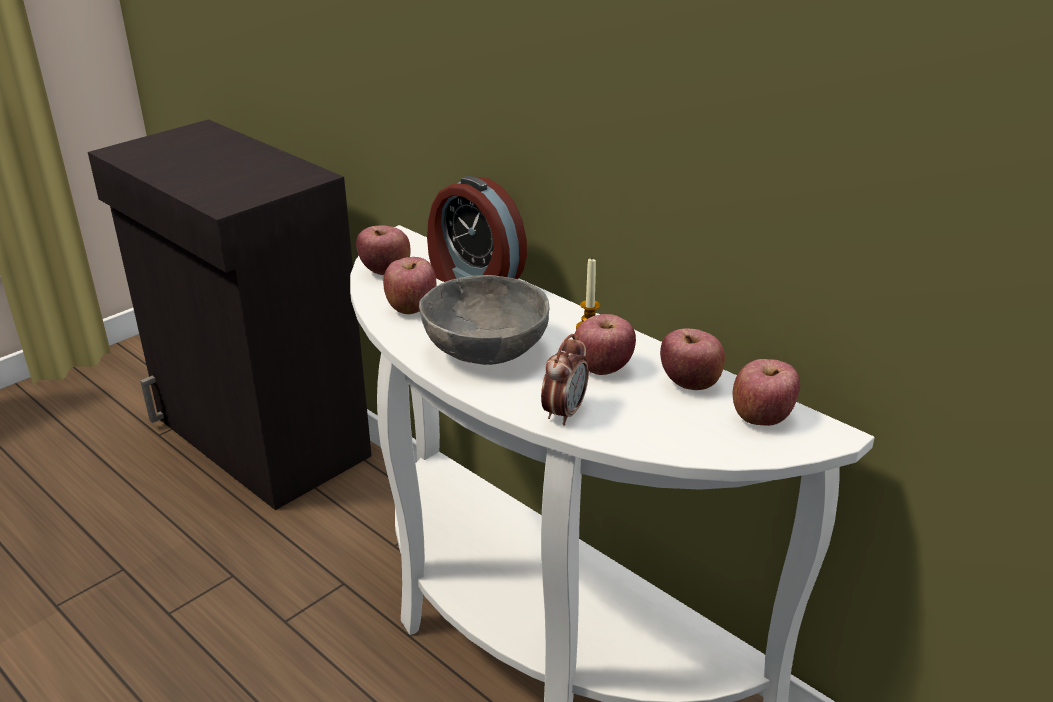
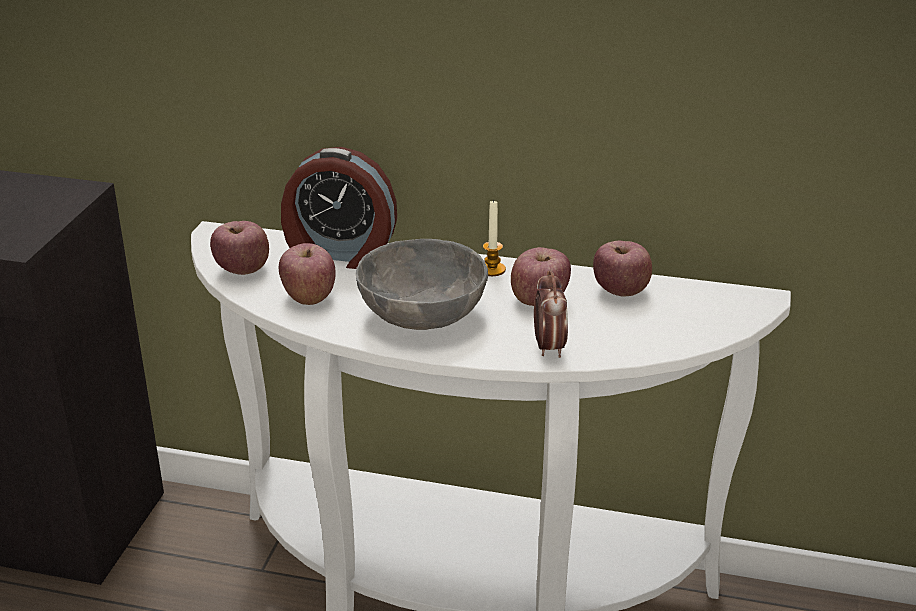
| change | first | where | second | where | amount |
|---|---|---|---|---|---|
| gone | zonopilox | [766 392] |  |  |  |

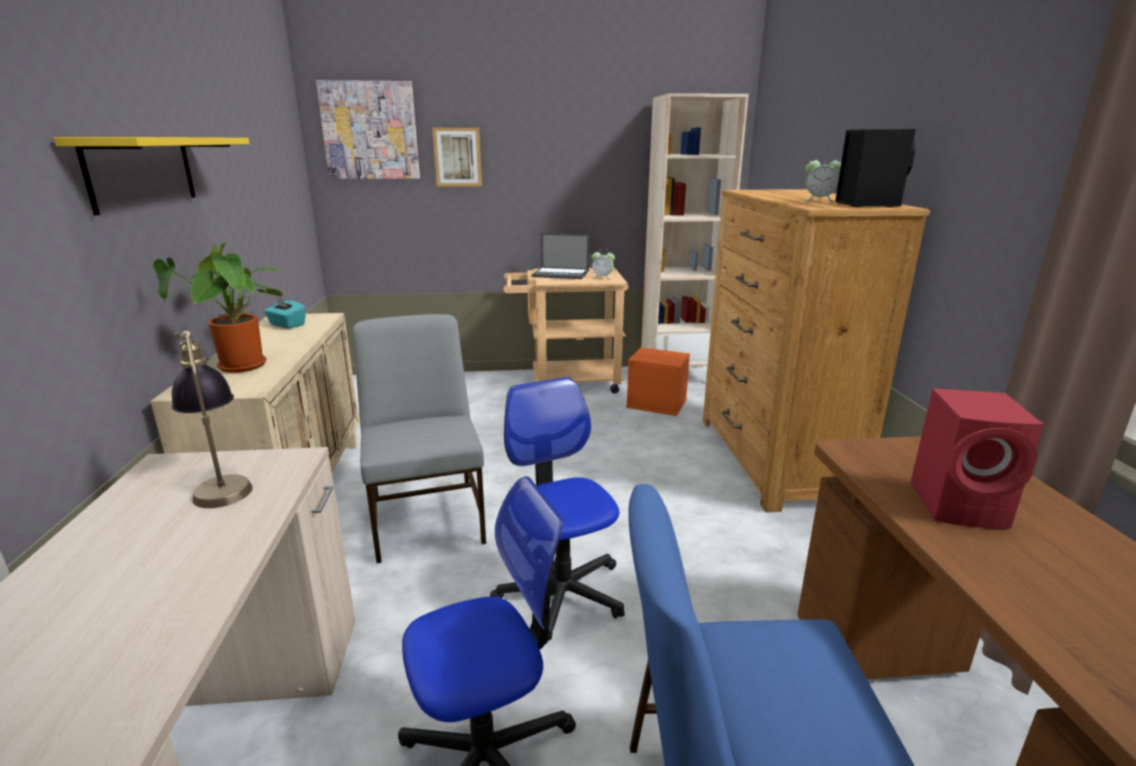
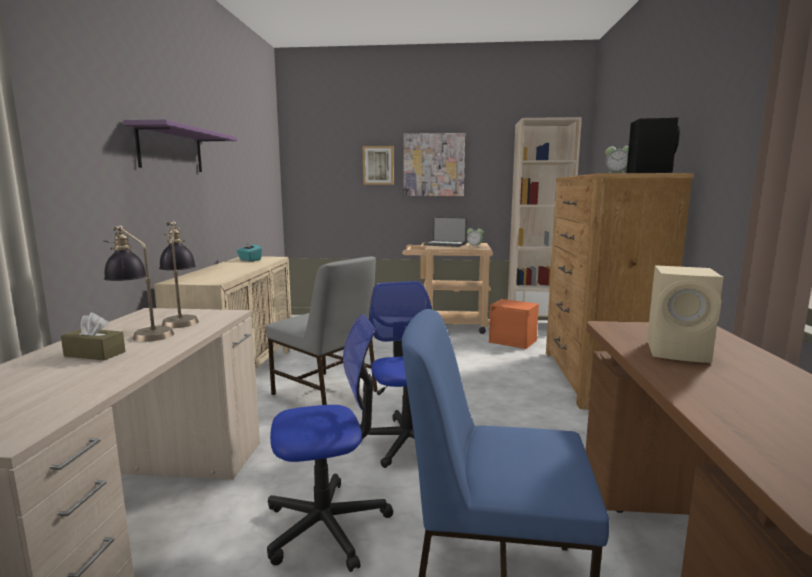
| change | first | where | second | where | amount |
|---|---|---|---|---|---|
| repainted | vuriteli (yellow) | [152 176] | vuriteli (purple) | [180 146] |  |
| gone | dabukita | [218 308] |  |  |  |
| shifted | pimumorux | [368 129] |  | [434 164] |  |
| rotated | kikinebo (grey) | [419 438] |  | [321 331] | 135 degrees clockwise |
| repainted | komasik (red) | [977 458] | komasik (beige) | [685 314] |  |
| new |  |  | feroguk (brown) | [93 336] |  |
| new |  |  | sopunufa | [139 283] |  |

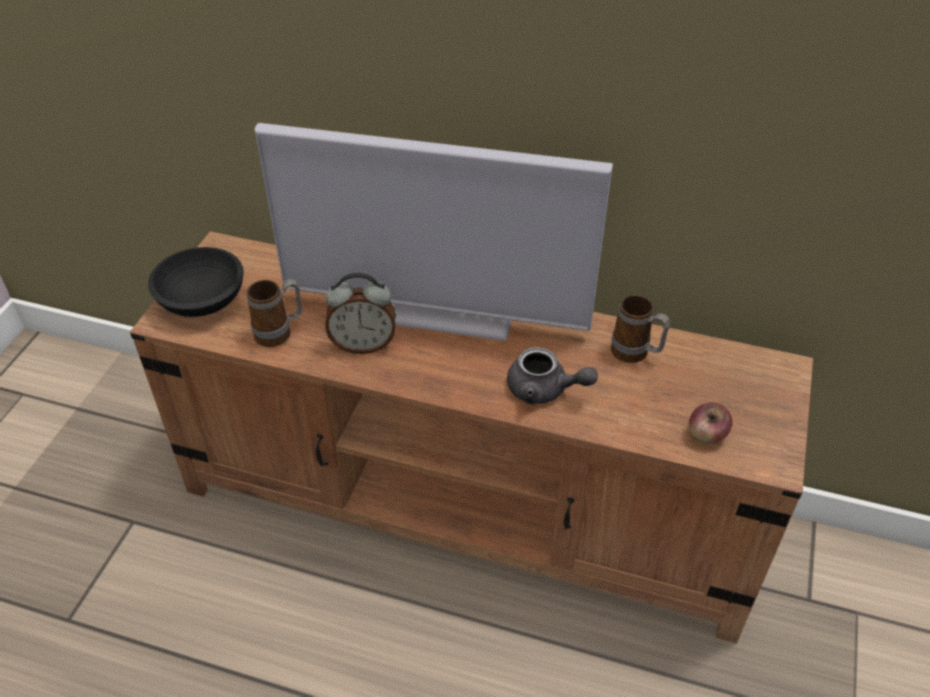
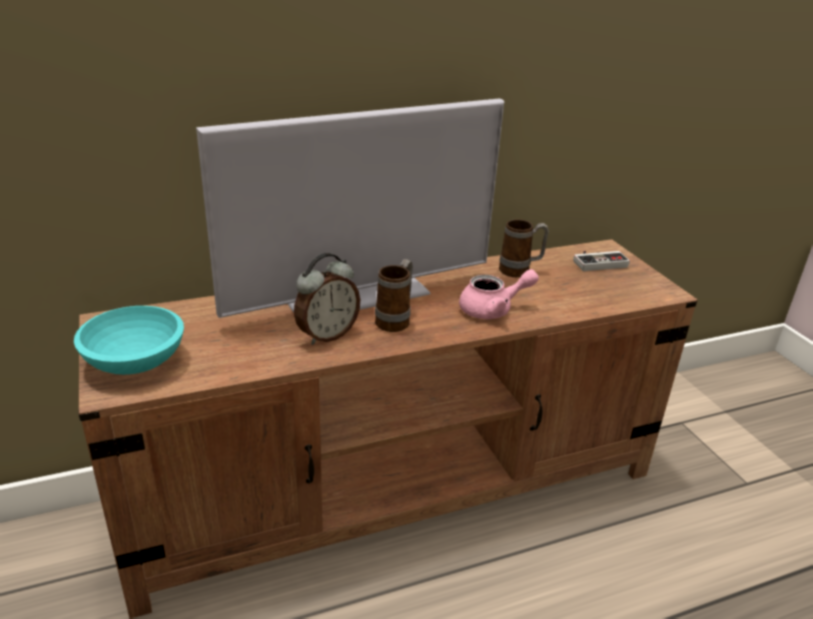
| change | first | where | second | where | amount |
|---|---|---|---|---|---|
| repainted | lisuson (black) | [196 282] | lisuson (turquoise) | [129 340] |  |
| shifted | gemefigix | [274 313] |  | [394 295] |  |
| repainted | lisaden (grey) | [552 375] | lisaden (pink) | [499 294] |  |
| gone | zonopilox | [711 423] |  |  |  |
| new |  |  | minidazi | [601 261] |  |

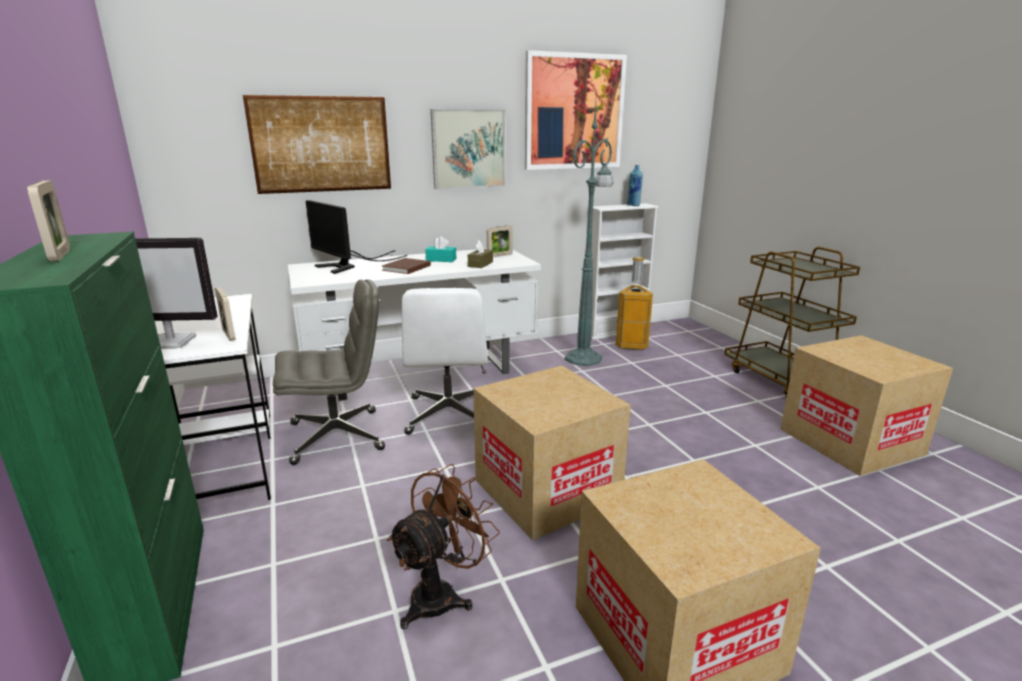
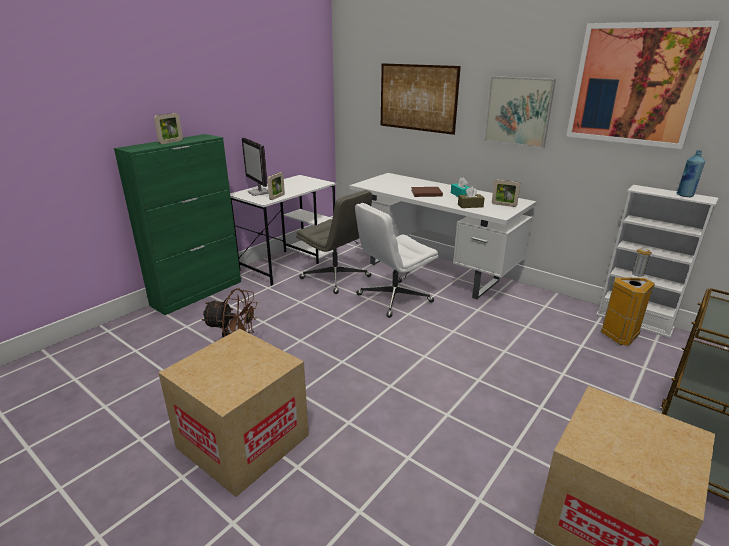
| change | first | where | second | where | amount |
|---|---|---|---|---|---|
| gone | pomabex | [357 237] |  |  |  |
| gone | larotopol | [552 453] |  |  |  |
| gone | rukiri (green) | [589 235] |  |  |  |

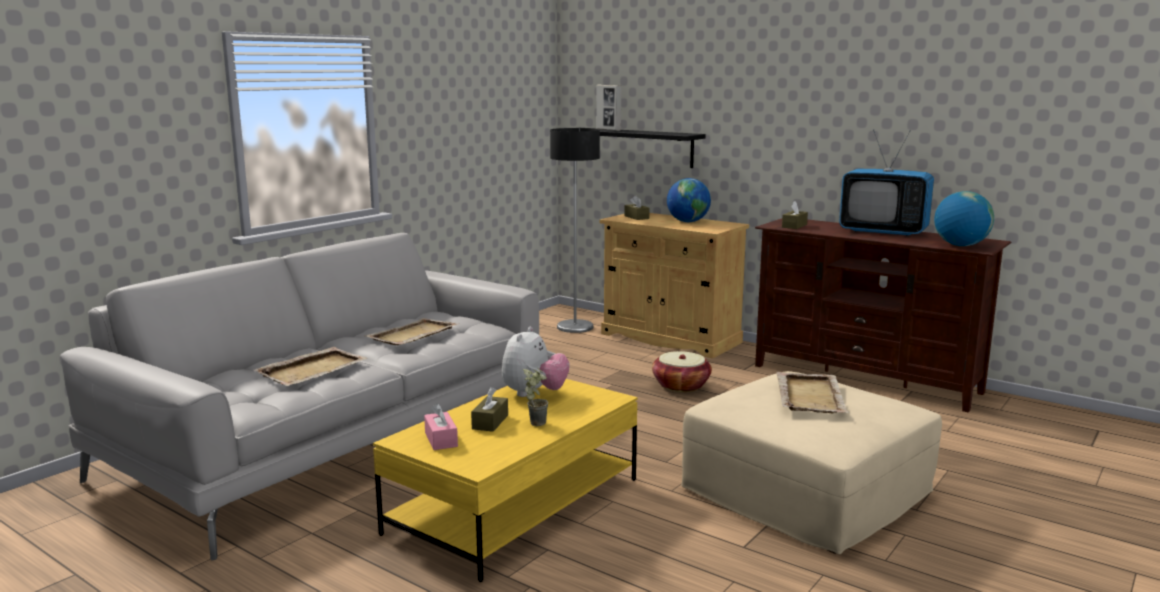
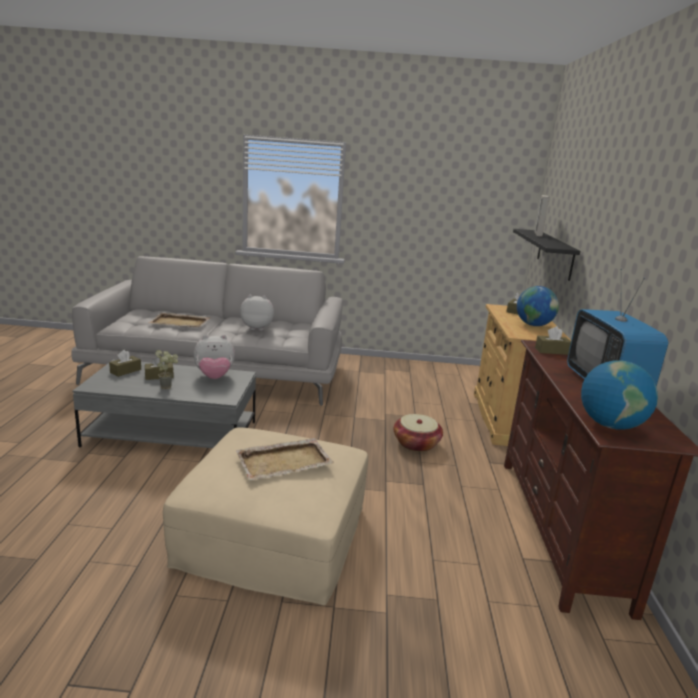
| change | first | where | second | where | amount |
|---|---|---|---|---|---|
| swapped | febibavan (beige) | [411 331] | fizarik | [257 313] |  |
| repainted | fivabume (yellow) | [505 480] | fivabume (grey) | [164 403] |  |
| repainted | feroguk (pink) | [441 426] | feroguk (brown) | [125 363] |  |
| gone | rukiri | [575 230] |  |  |  |

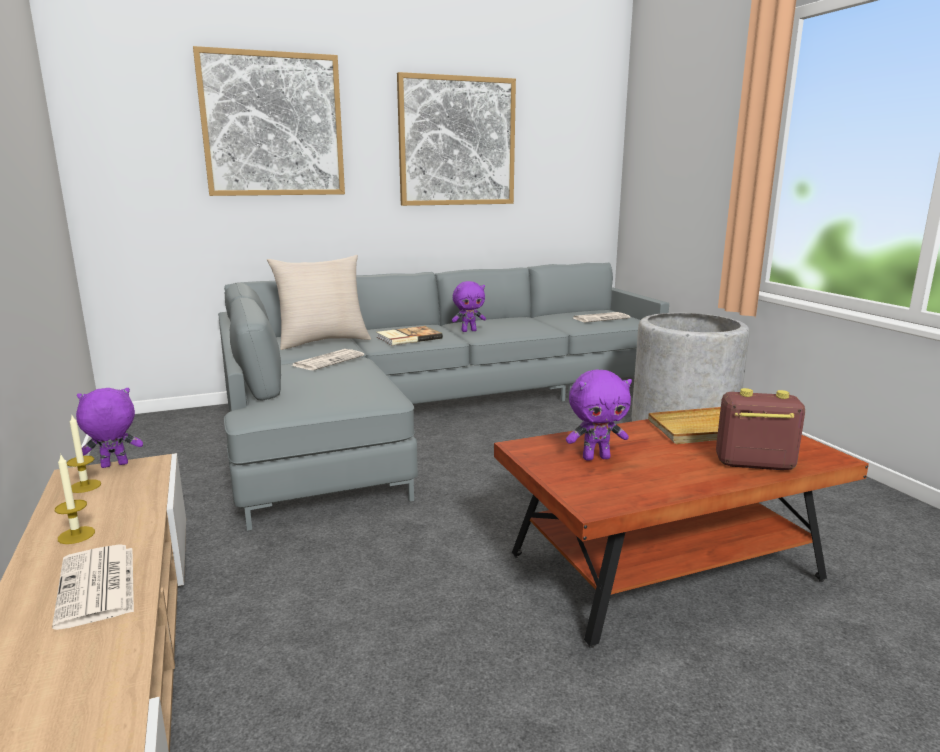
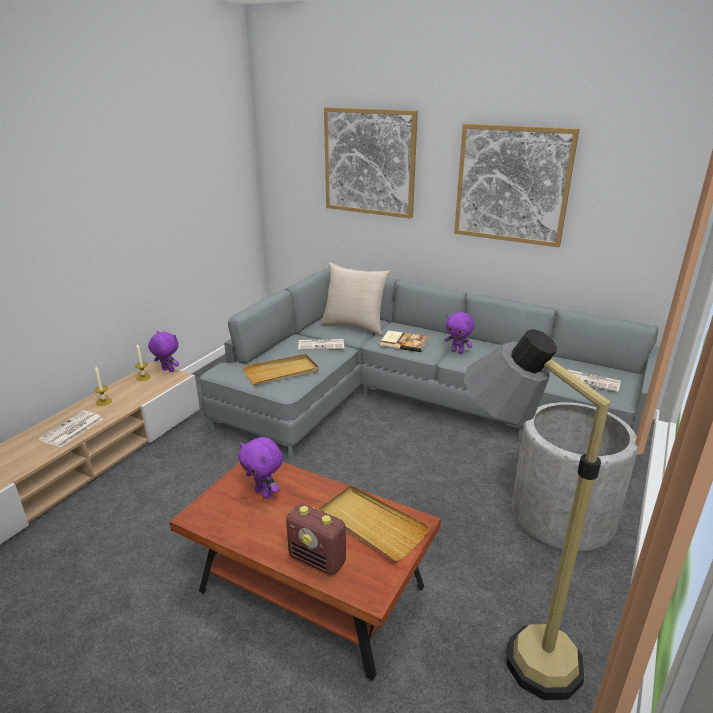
| change | first | where | second | where | amount |
|---|---|---|---|---|---|
| rotated | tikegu | [760 429] |  | [316 539] | 150 degrees clockwise |
| new |  |  | febibavan (beige) | [281 369] |  |
| new |  |  | rukiri | [536 514] |  |

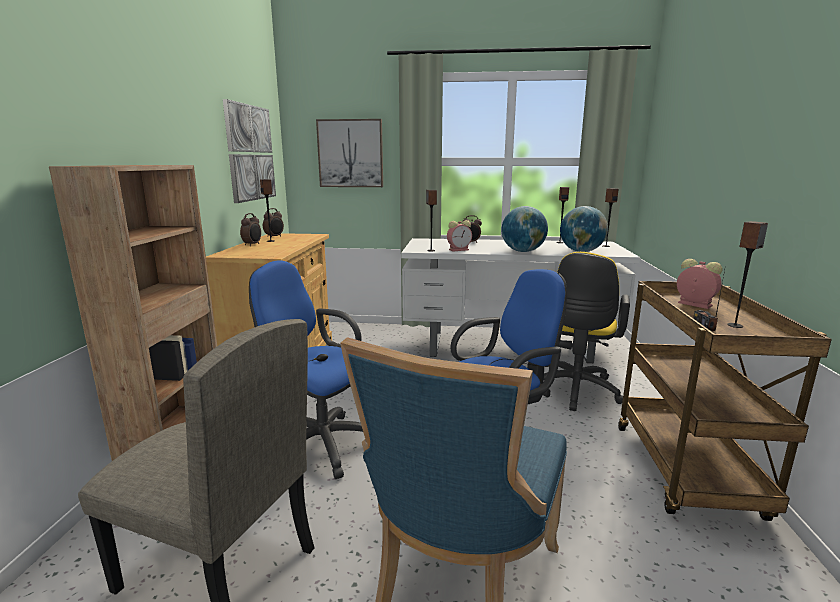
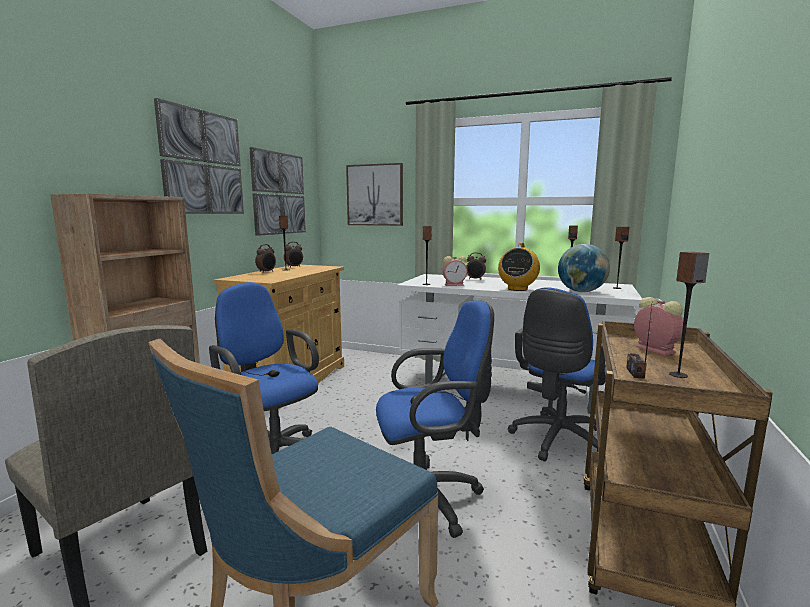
| change | first | where | second | where | amount |
|---|---|---|---|---|---|
| swapped | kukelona | [524 229] | tikegu | [519 267] |  |
| repainted | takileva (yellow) | [587 331] | takileva (blue) | [557 374] |  |
| new |  |  | pimumorux | [199 156] |  |

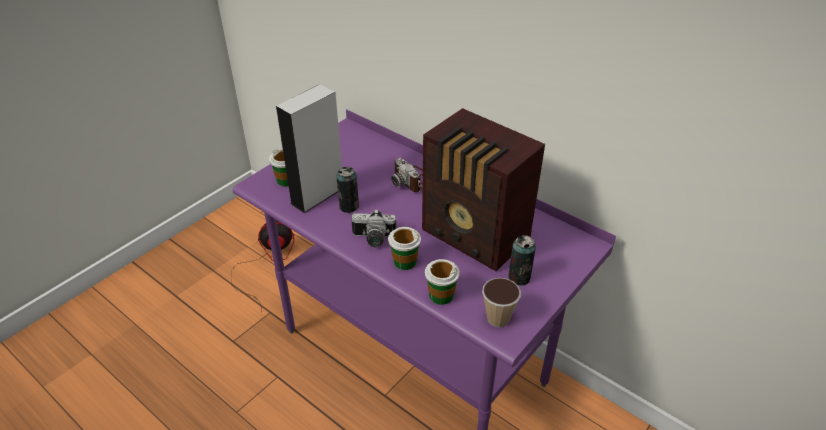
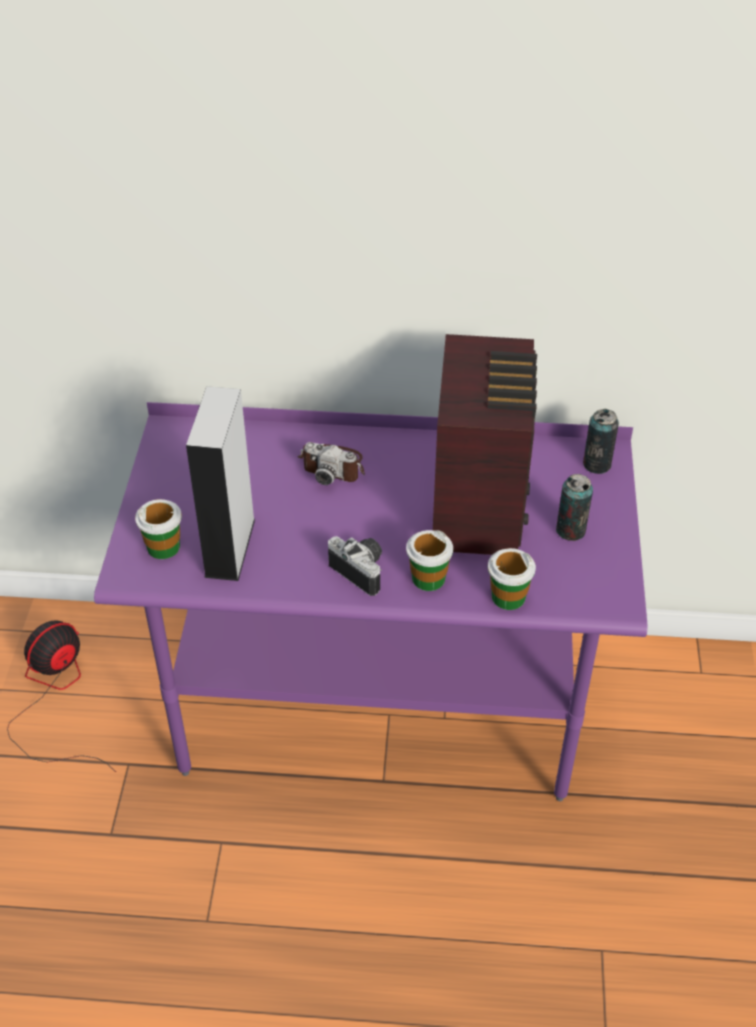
| change | first | where | second | where | amount |
|---|---|---|---|---|---|
| shifted | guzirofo | [347 190] |  | [601 441] |  |
| rotated | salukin | [374 228] |  | [355 566] | 105 degrees counterclockwise |
| rotated | tikegu | [483 189] |  | [485 444] | 90 degrees counterclockwise |
| gone | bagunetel | [501 302] |  |  |  |

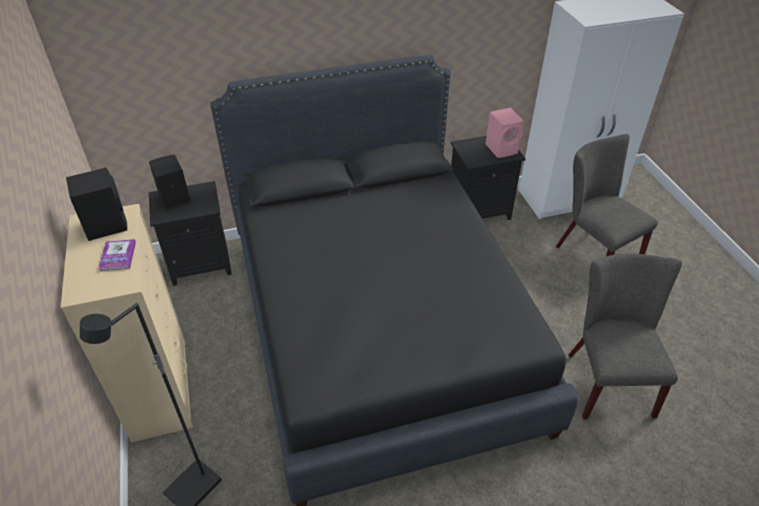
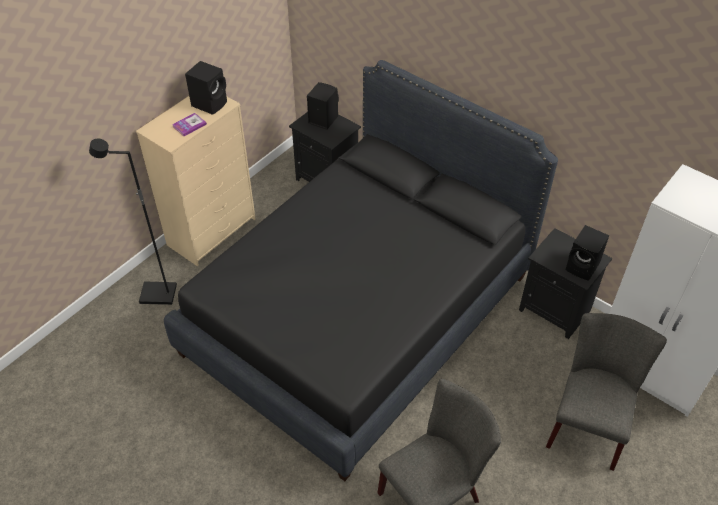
| change | first | where | second | where | amount |
|---|---|---|---|---|---|
| repainted | komasik (pink) | [505 133] | komasik (black) | [587 253] |  |

